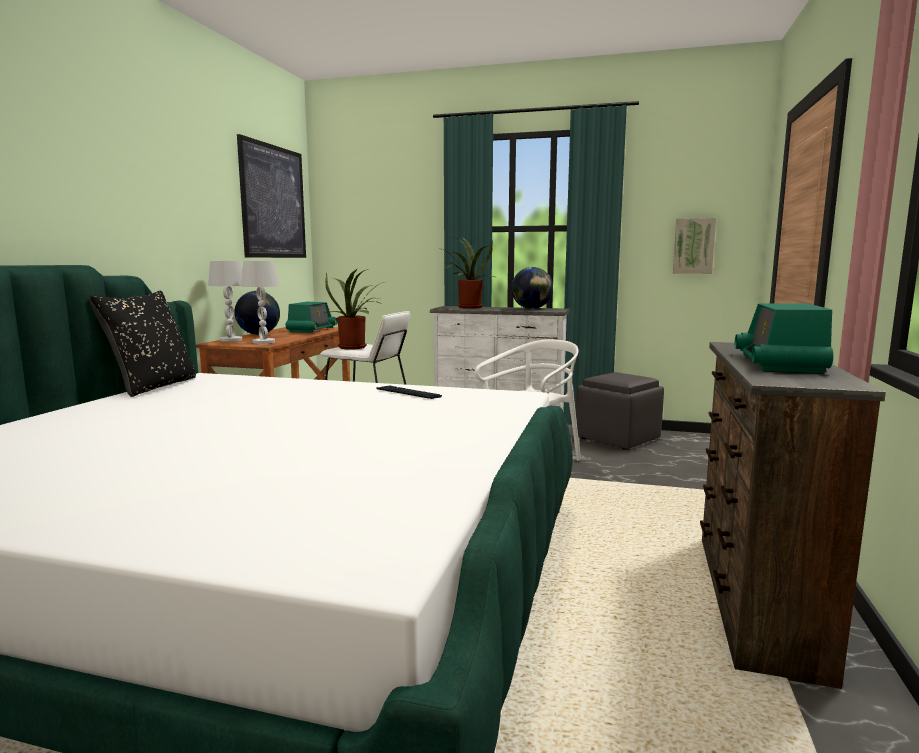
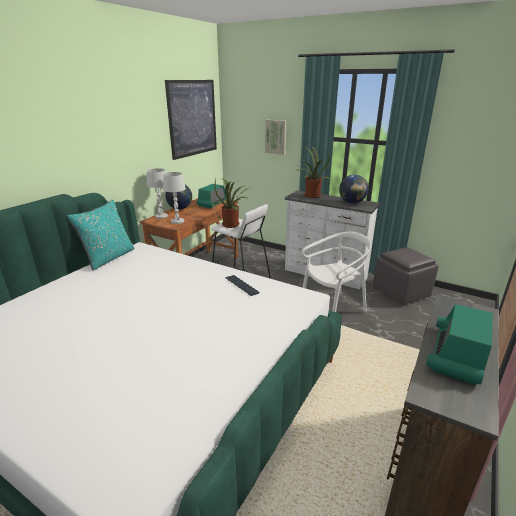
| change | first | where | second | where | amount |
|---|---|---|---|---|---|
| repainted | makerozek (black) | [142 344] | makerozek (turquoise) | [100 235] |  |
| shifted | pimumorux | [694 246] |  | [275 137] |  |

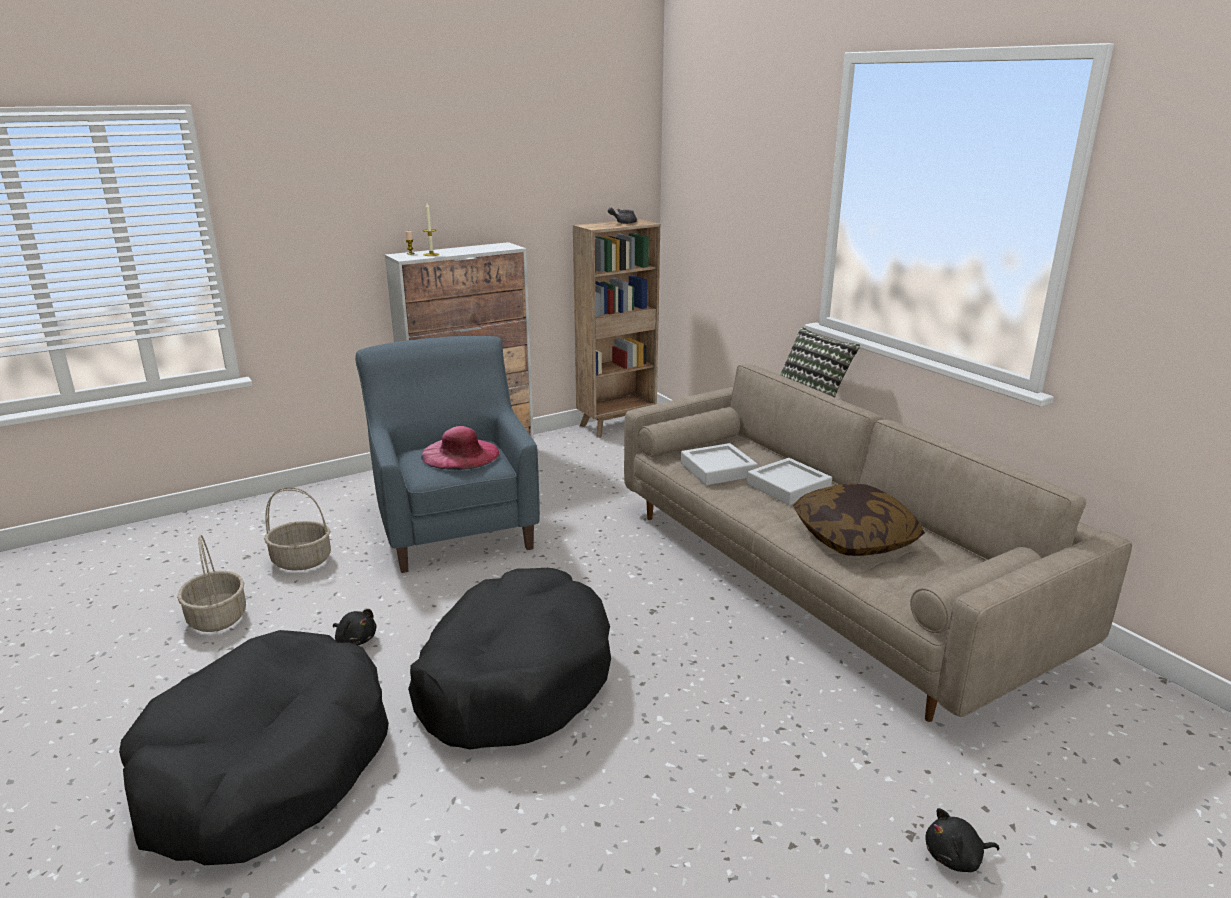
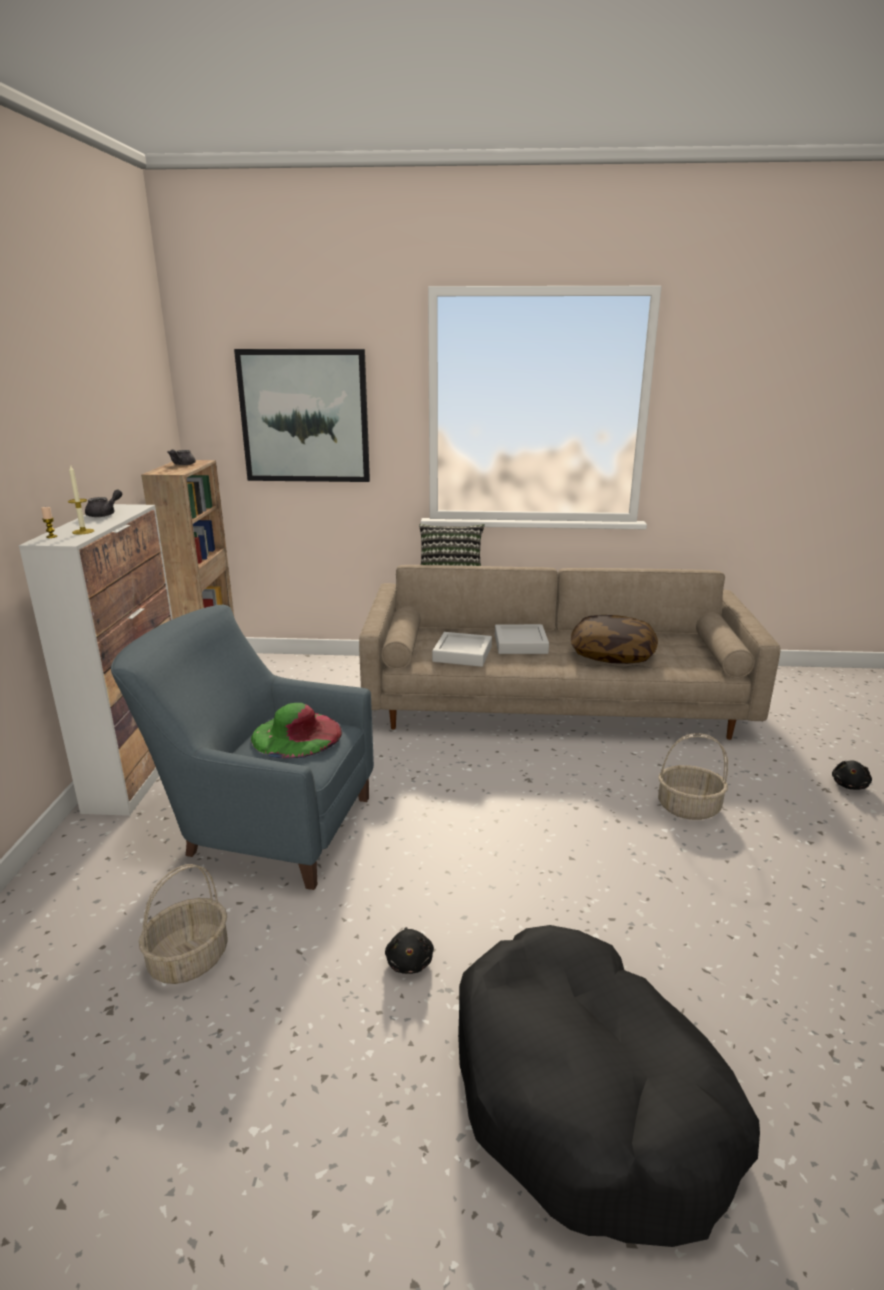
| change | first | where | second | where | amount |
|---|---|---|---|---|---|
| shifted | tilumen | [211 583] |  | [693 776] |  |
| rotated | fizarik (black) | [354 627] |  | [409 950] | 105 degrees clockwise |
| gone | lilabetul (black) | [509 658] |  |  |  |
| repainted | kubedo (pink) | [460 448] | kubedo (green) | [296 730] |  |
| new |  |  | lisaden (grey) | [103 503] |  |
| new |  |  | pimumorux | [302 415] |  |

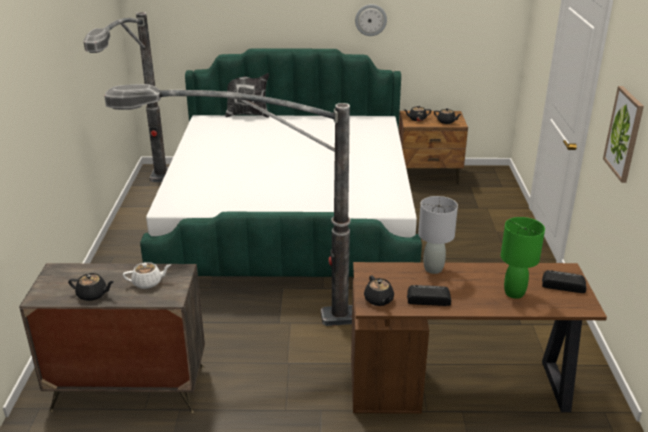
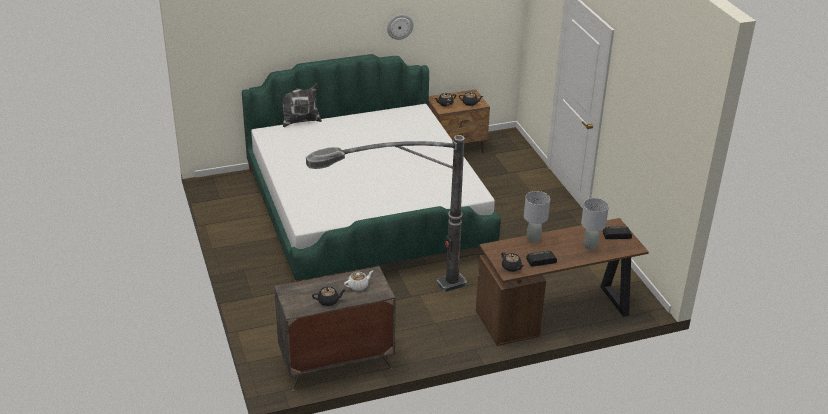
| change | first | where | second | where | amount |
|---|---|---|---|---|---|
| gone | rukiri | [126 97] |  |  |  |
| repainted | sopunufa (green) | [523 258] | sopunufa (grey) | [595 224] |  |
| gone | pimumorux | [623 134] |  |  |  |

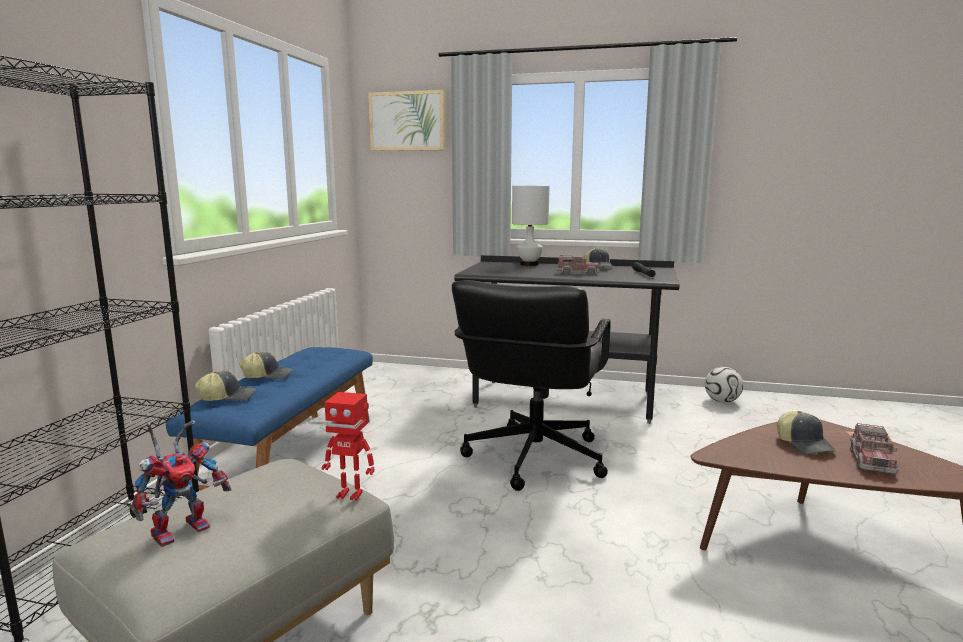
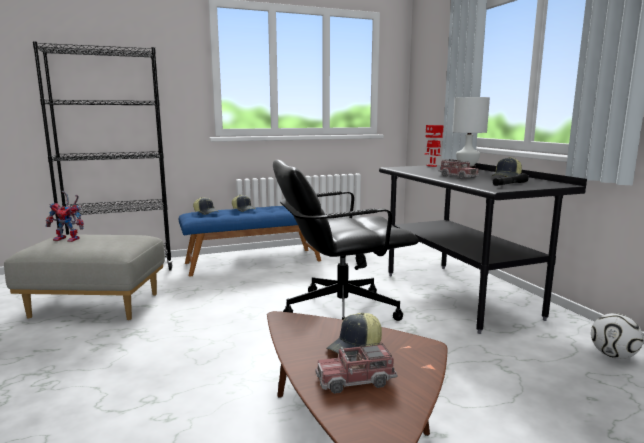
| change | first | where | second | where | amount |
|---|---|---|---|---|---|
| shifted | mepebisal | [348 446] |  | [434 146] |  |
| gone | pimumorux | [406 120] |  |  |  |

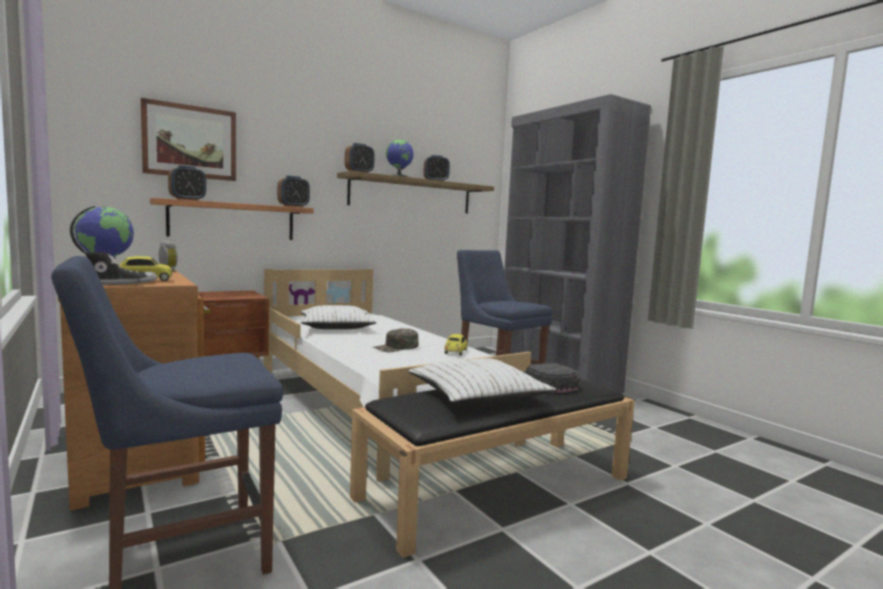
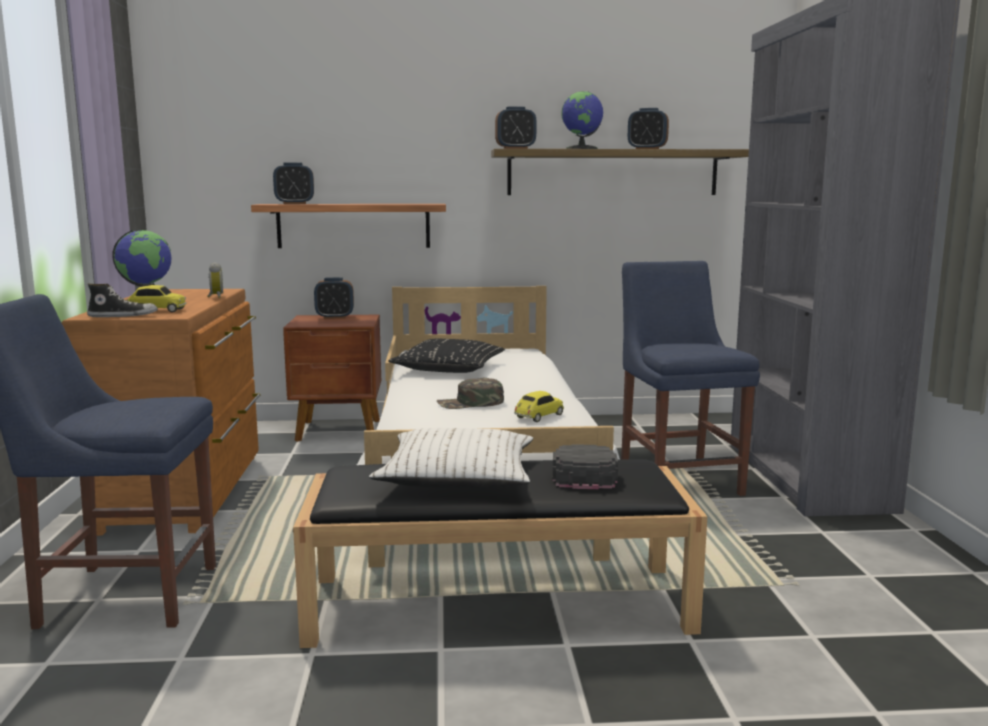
| change | first | where | second | where | amount |
|---|---|---|---|---|---|
| gone | pimumorux | [188 139] |  |  |  |
| shifted | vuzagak | [293 191] |  | [334 298] |  |
| repainted | makerozek (white) | [338 317] | makerozek (black) | [446 356] |  |

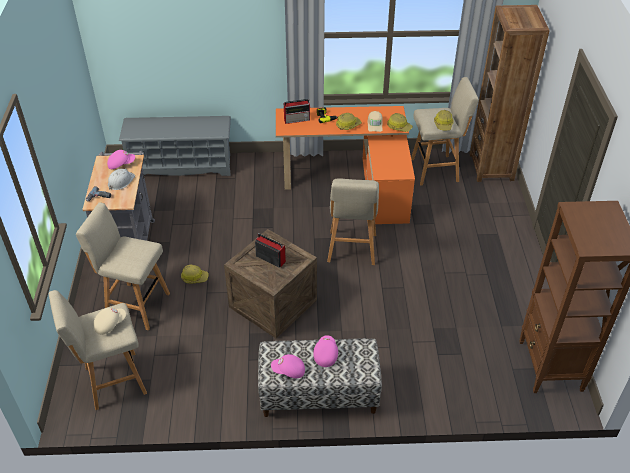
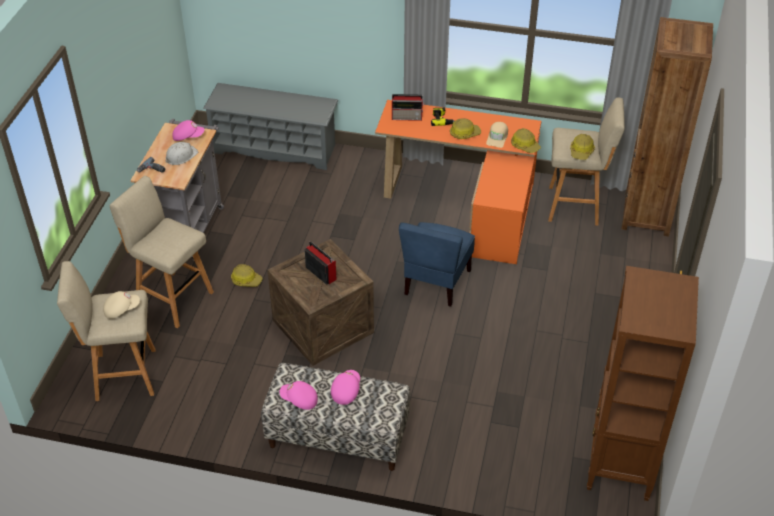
| change | first | where | second | where | amount |
|---|---|---|---|---|---|
| swapped | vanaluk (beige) | [353 221] | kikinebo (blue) | [437 264] |  |

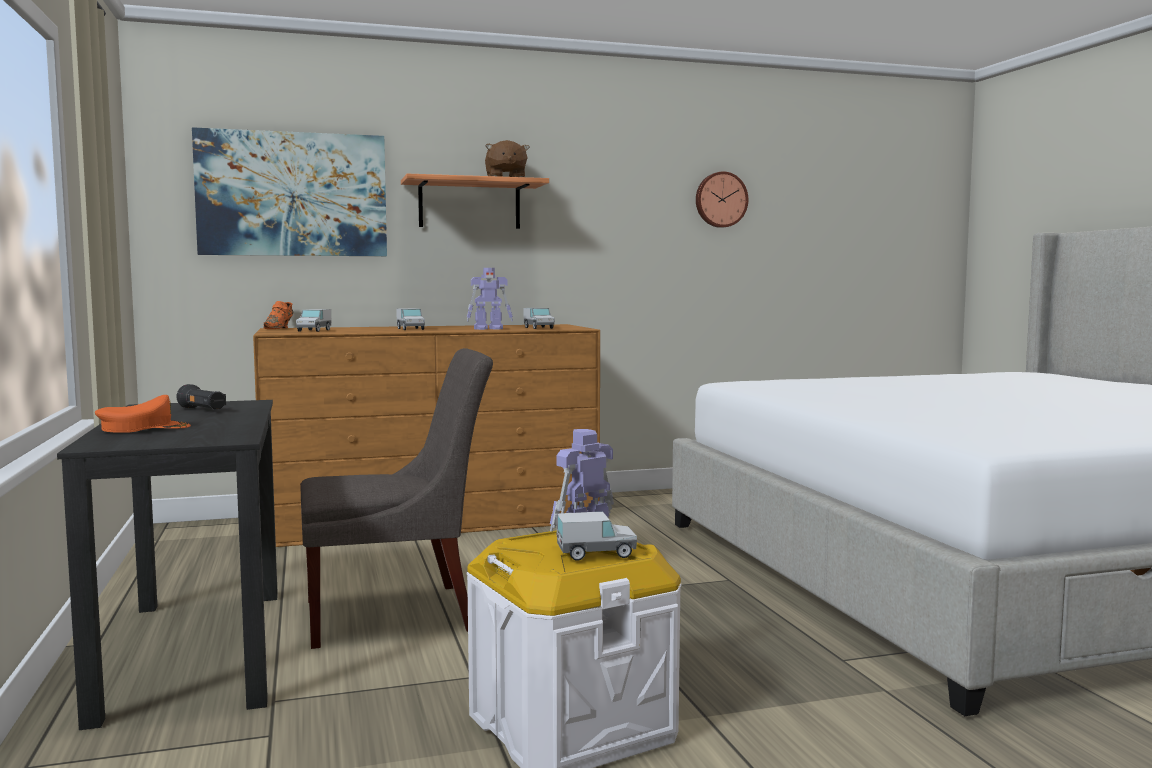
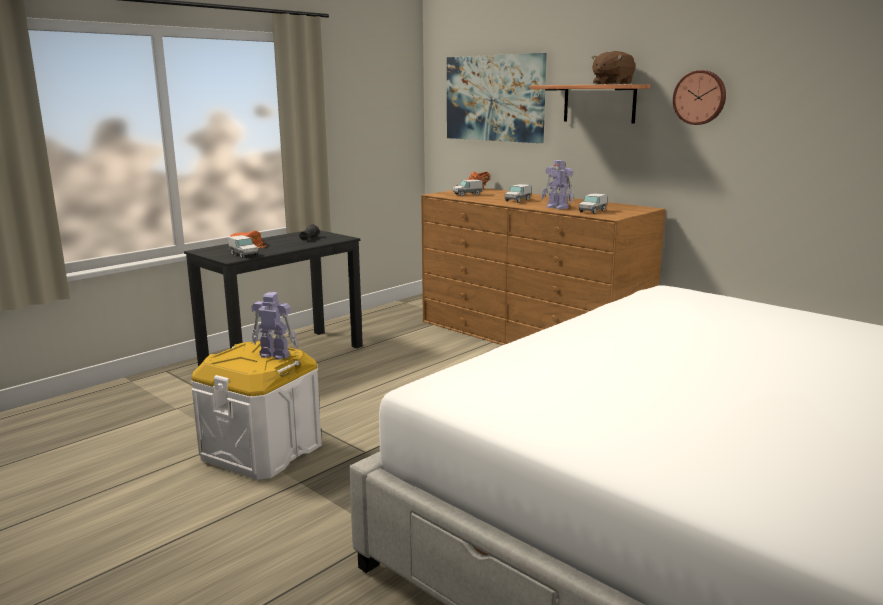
| change | first | where | second | where | amount |
|---|---|---|---|---|---|
| gone | kikinebo (grey) | [396 498] |  |  |  |
| shifted | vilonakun | [596 536] |  | [243 246] |  |
| shifted | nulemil | [722 200] |  | [699 97] |  |

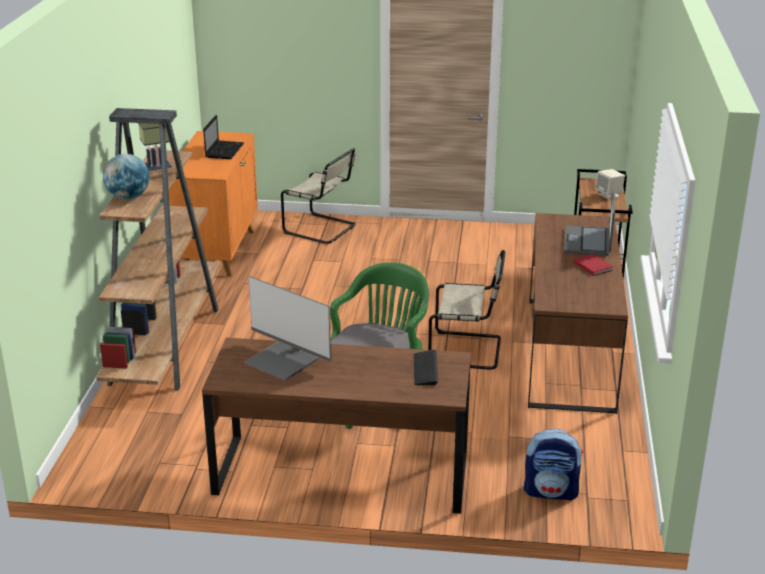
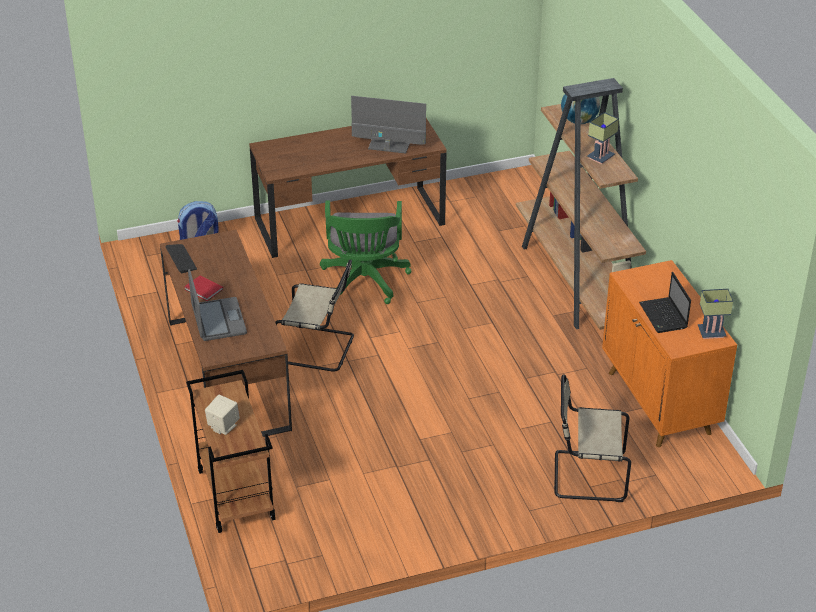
| change | first | where | second | where | amount |
|---|---|---|---|---|---|
| shifted | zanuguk | [426 367] |  | [181 258] |  |
| rotated | kikinebo (beige) | [467 310] |  | [314 316] | 150 degrees counterclockwise |
| new |  |  | sopunufa | [715 314] |  |

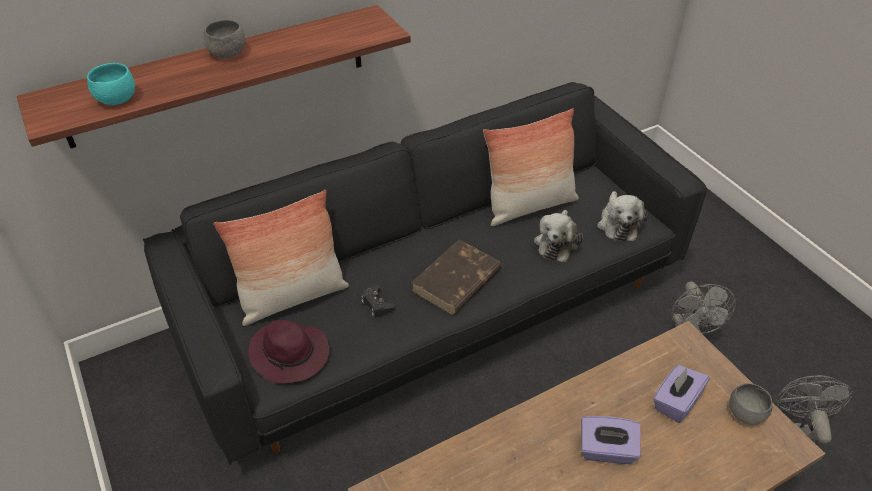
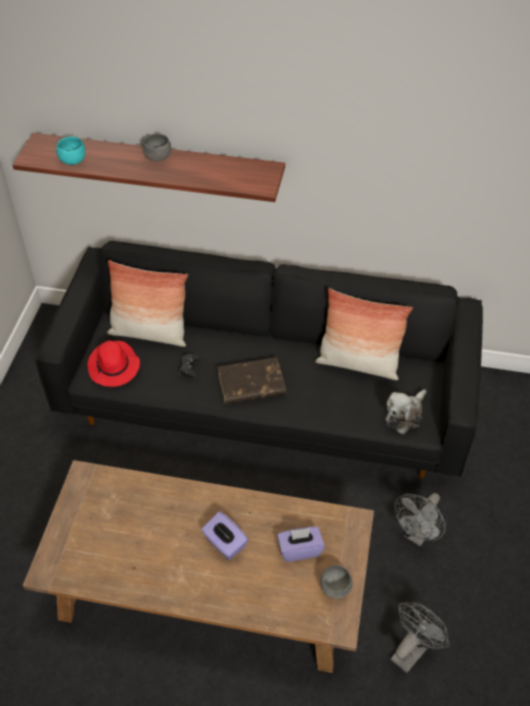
| change | first | where | second | where | amount |
|---|---|---|---|---|---|
| repainted | kubedo (purple) | [288 352] | kubedo (red) | [113 364] |  |
| gone | fizarik | [558 236] |  |  |  |

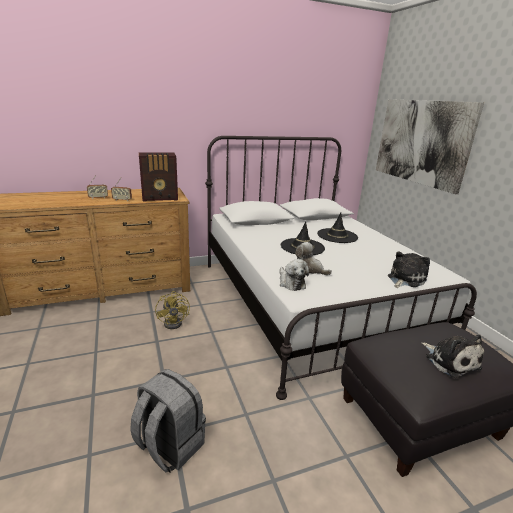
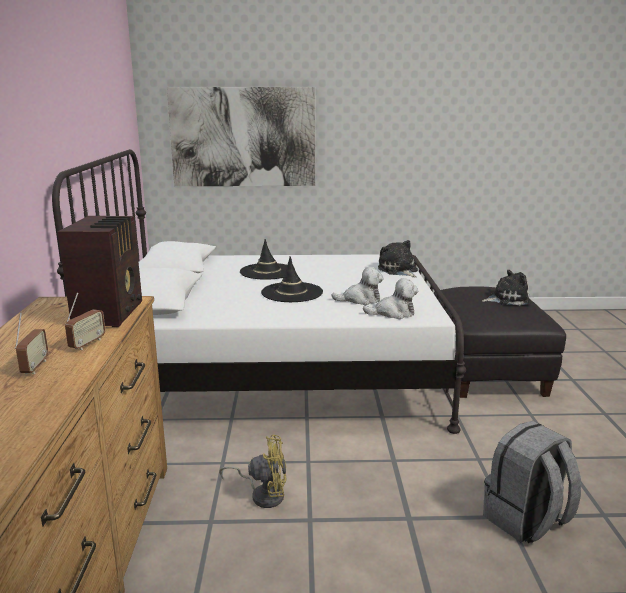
| change | first | where | second | where | amount |
|---|---|---|---|---|---|
| rotated | fizarik | [313 258] |  | [357 286] | 150 degrees counterclockwise |

